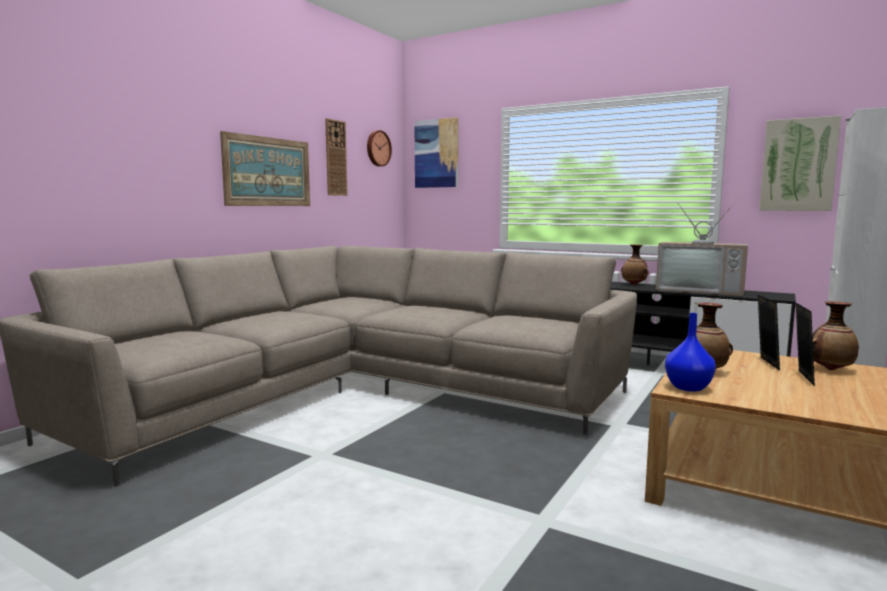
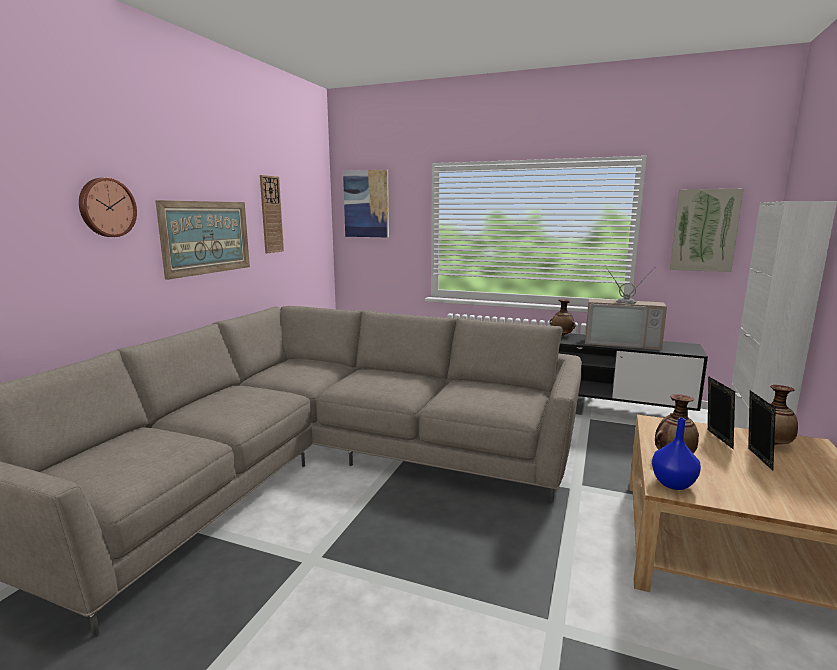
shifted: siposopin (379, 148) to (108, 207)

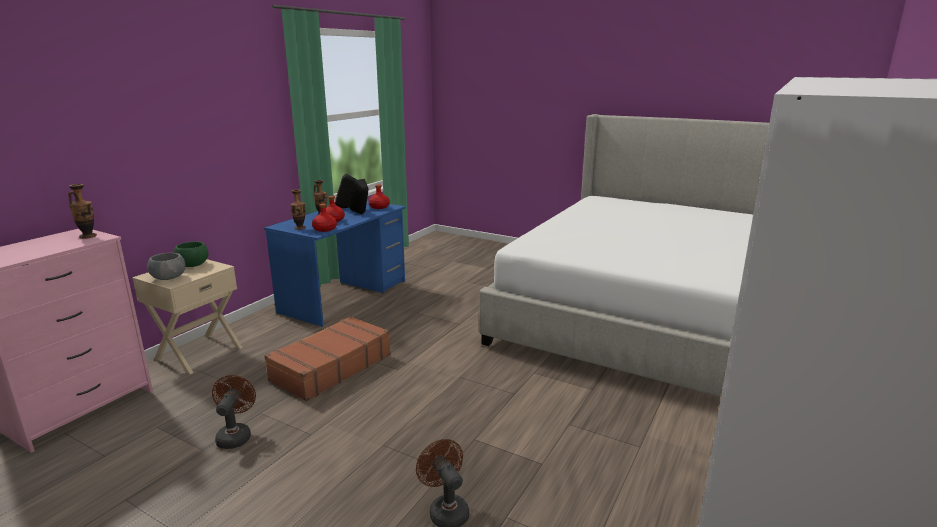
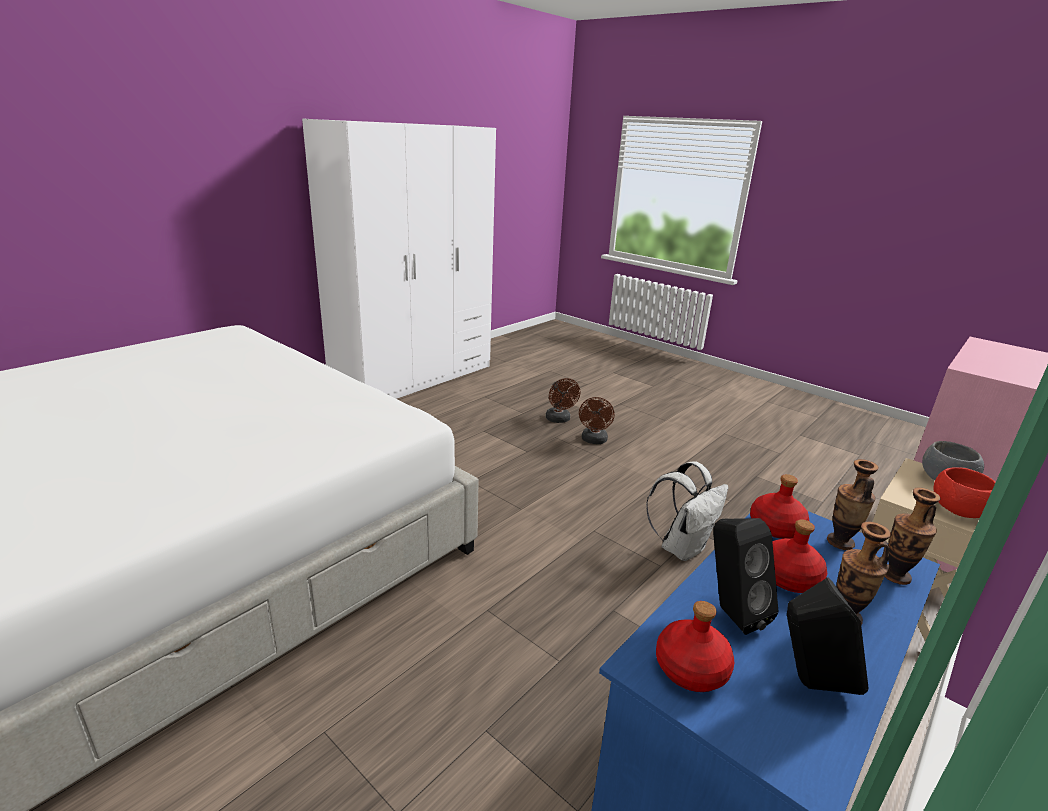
shifted: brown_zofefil (234, 412) to (597, 420); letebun (82, 211) to (913, 536)
swapped: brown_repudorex (327, 358) to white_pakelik (687, 511)
repainted: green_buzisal (191, 254) to red_buzisal (964, 492)

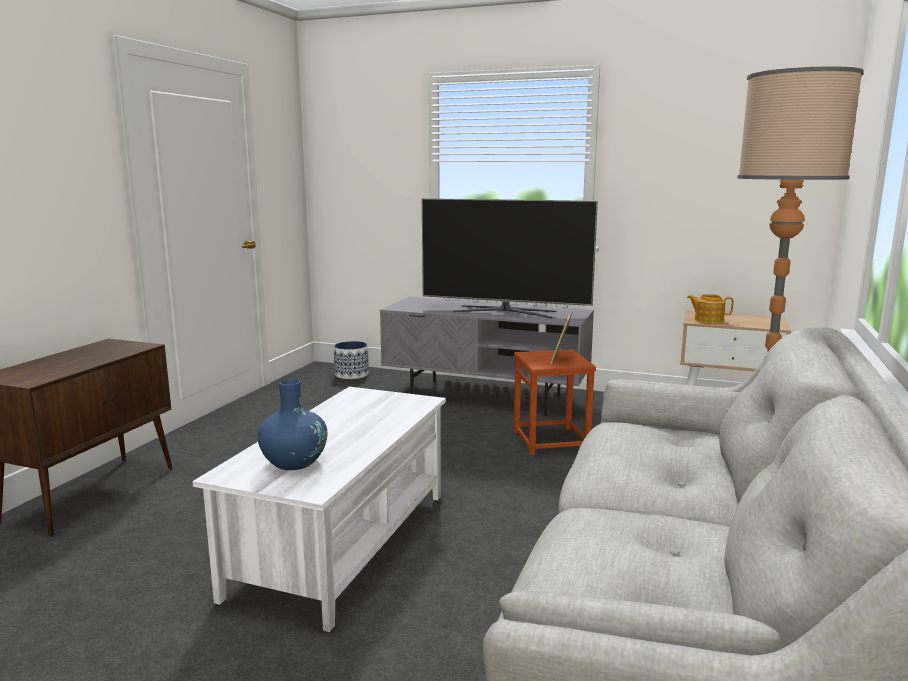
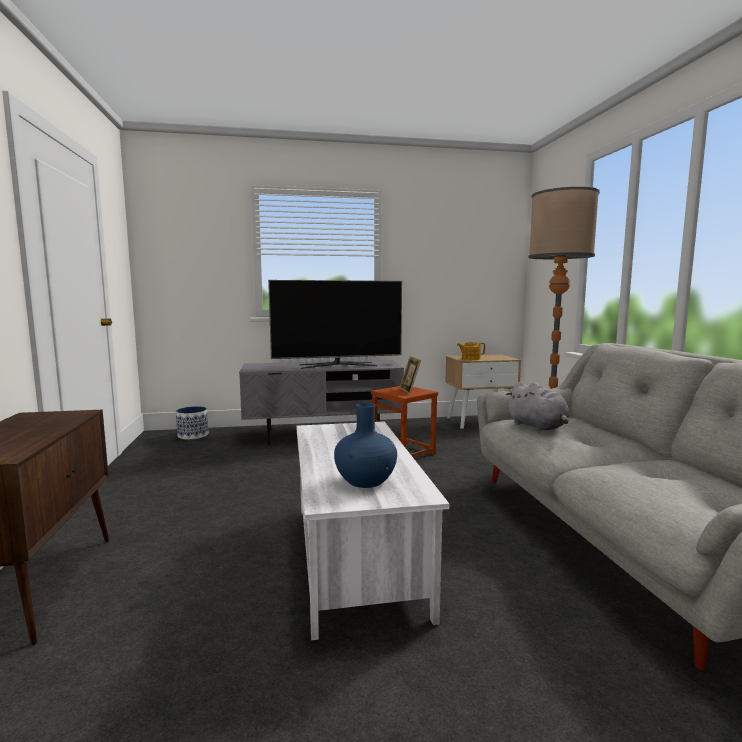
new: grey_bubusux (537, 406)

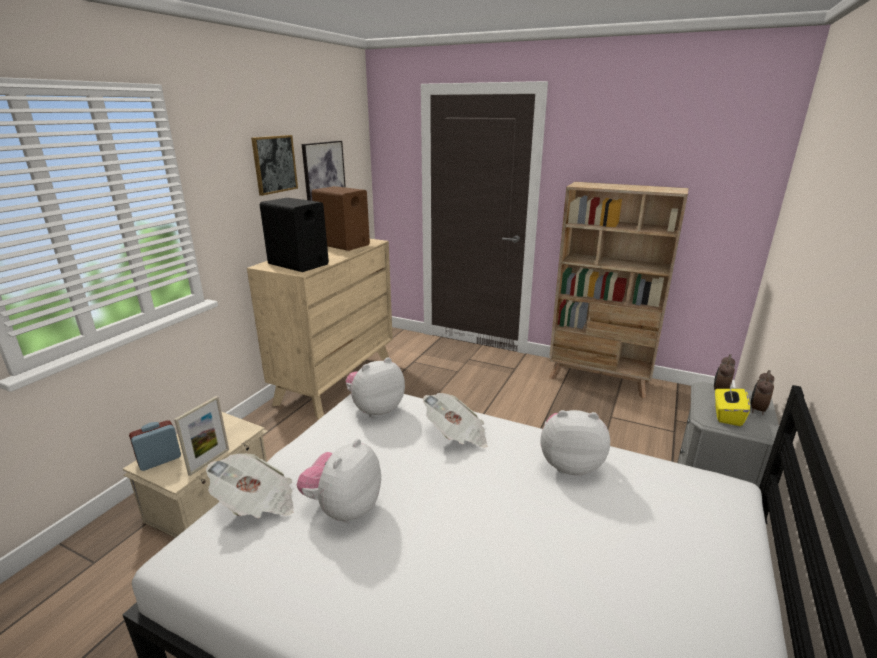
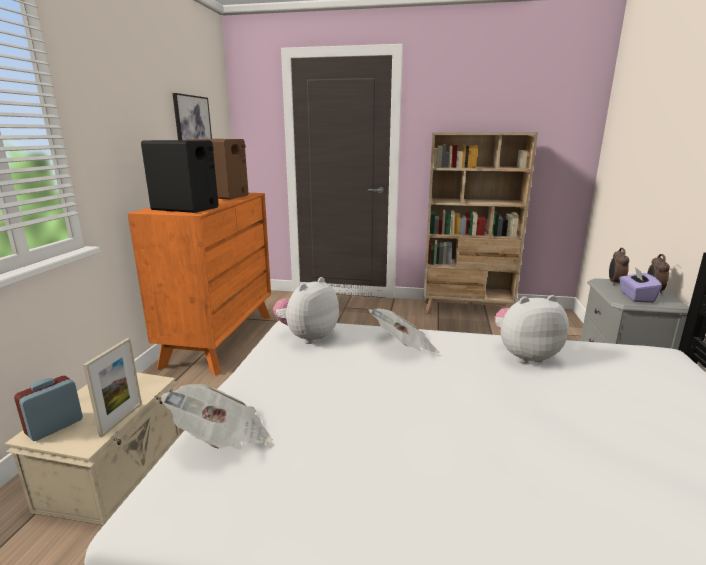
gone: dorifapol (274, 165); bubusux (339, 481)
repainted: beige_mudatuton (320, 329) to orange_mudatuton (199, 284); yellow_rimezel (732, 405) to purple_rimezel (640, 285)

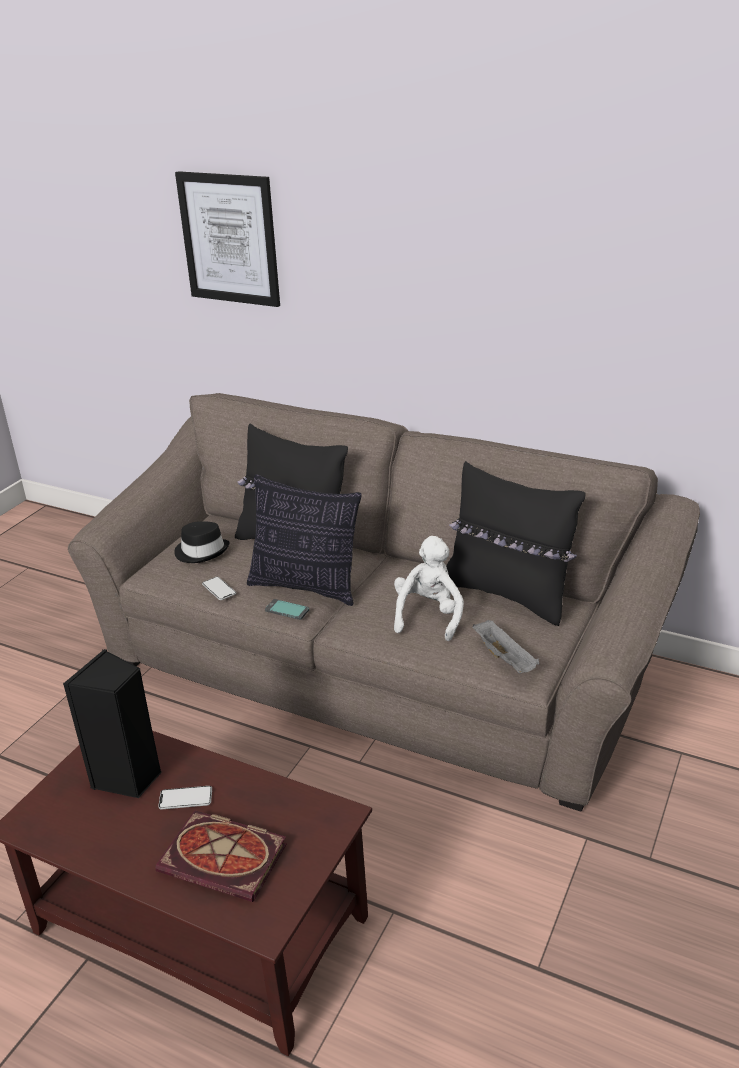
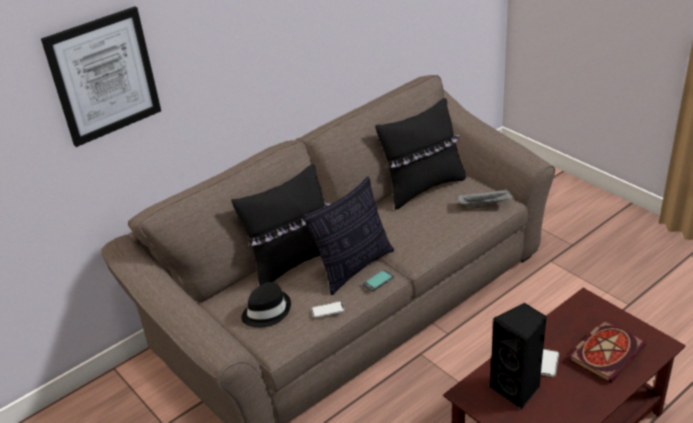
gone: white_bubusux (429, 588)

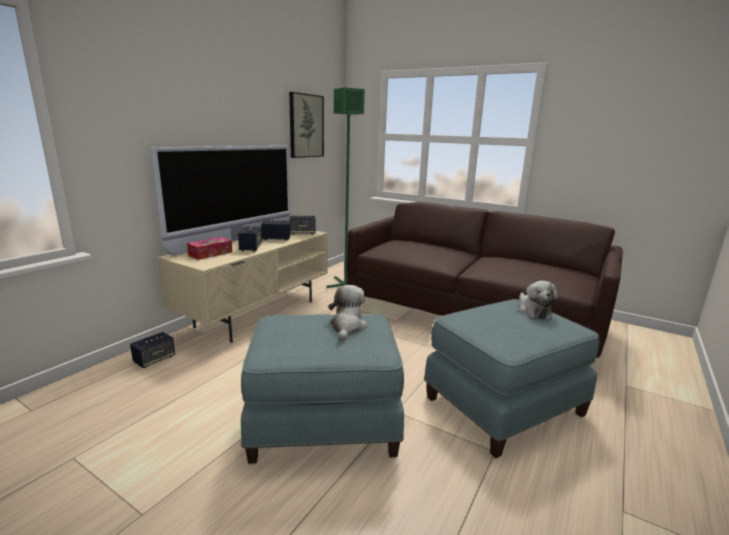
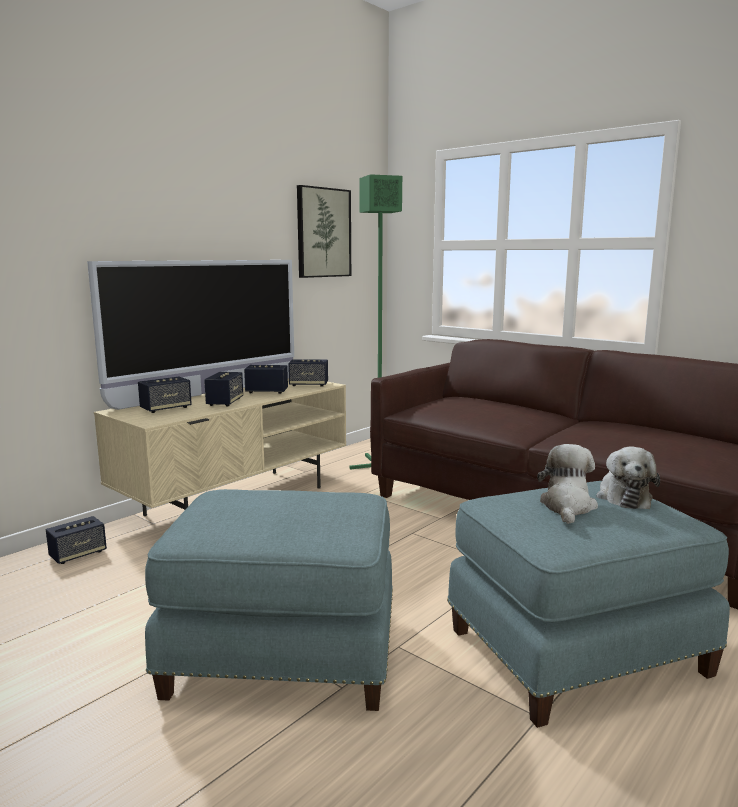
shifted: bubusux (348, 313) to (567, 484)
swapped: rimezel (209, 248) to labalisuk (165, 395)

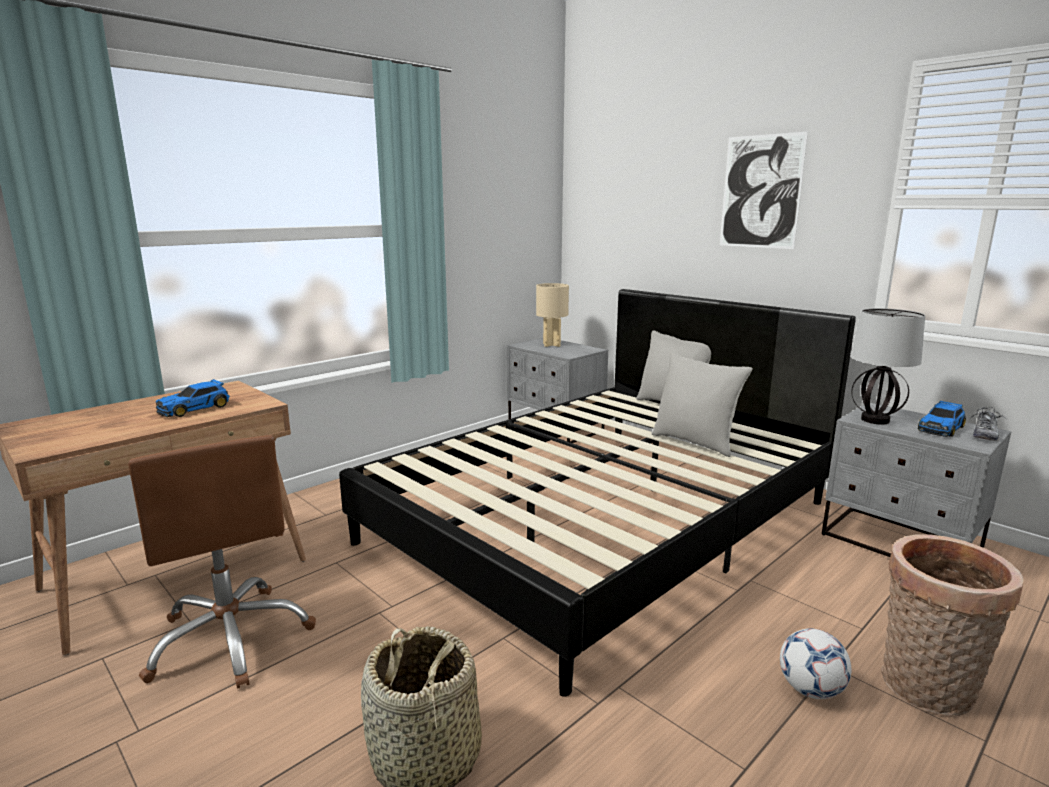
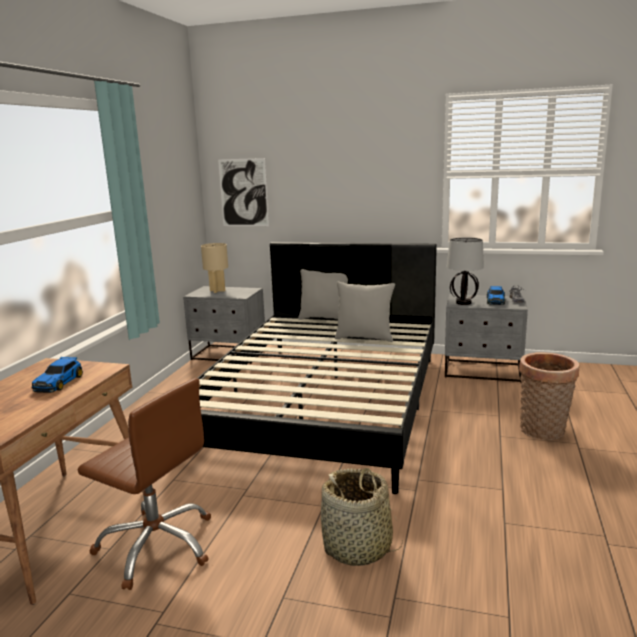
gone: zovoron (815, 663)
shifted: dorifapol (764, 190) to (243, 192)

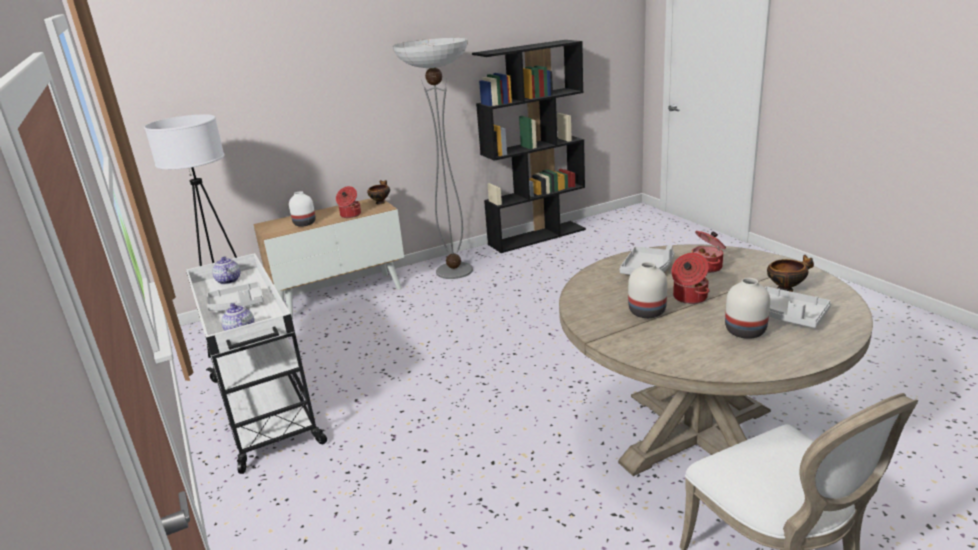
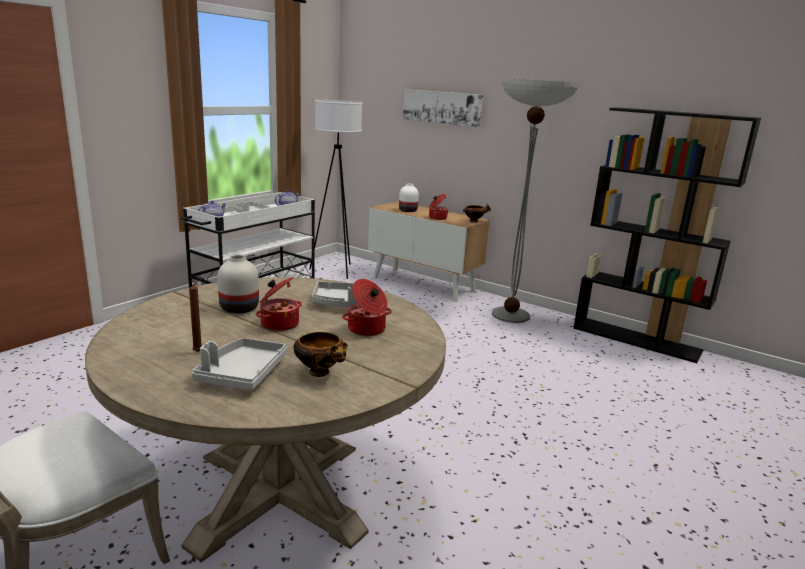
new: dorifapol (443, 108)
swapped: white_letebun (747, 308) to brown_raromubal (195, 315)

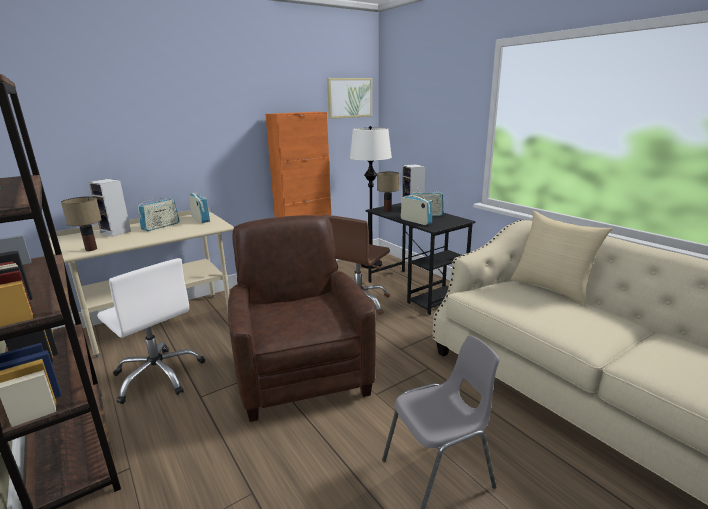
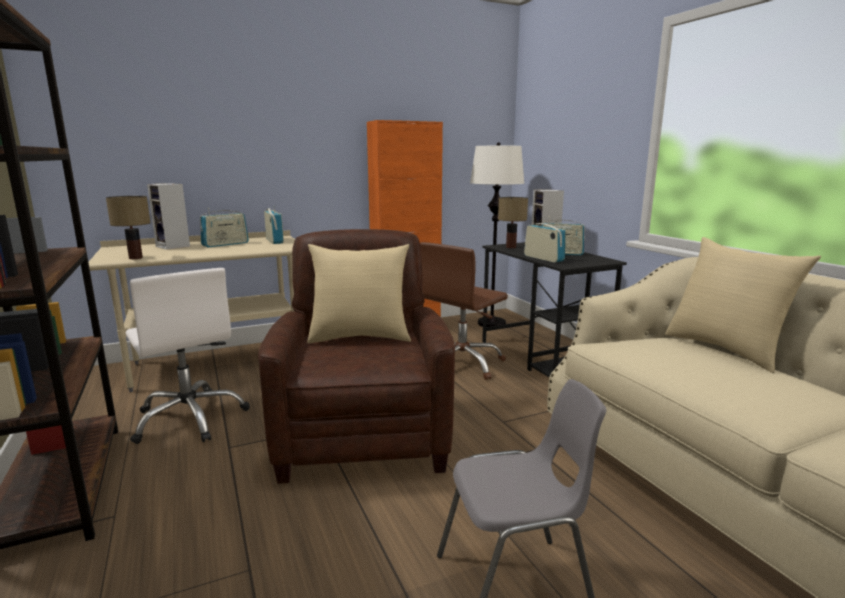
gone: dorifapol (349, 98)
new: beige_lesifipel (359, 293)

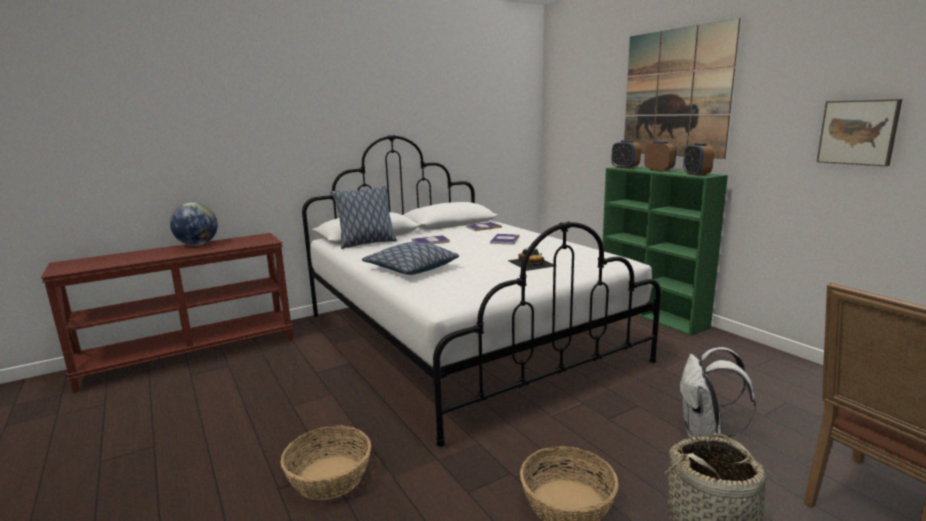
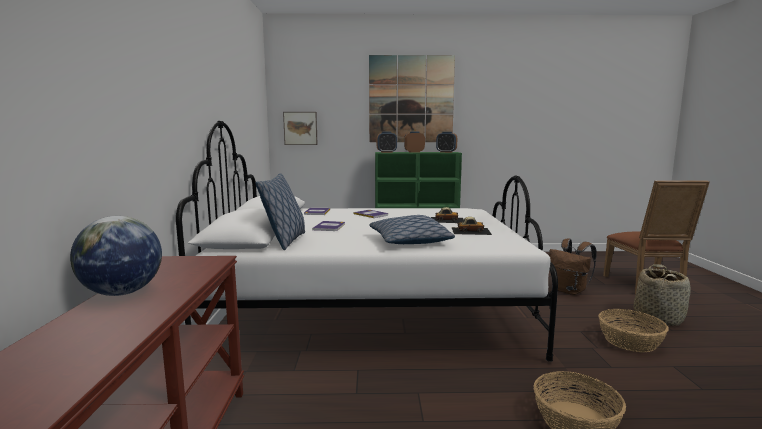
new: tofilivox (472, 226)
shifted: dorifapol (859, 132) to (300, 128)
repainted: white_pakelik (717, 392) to brown_pakelik (573, 266)

